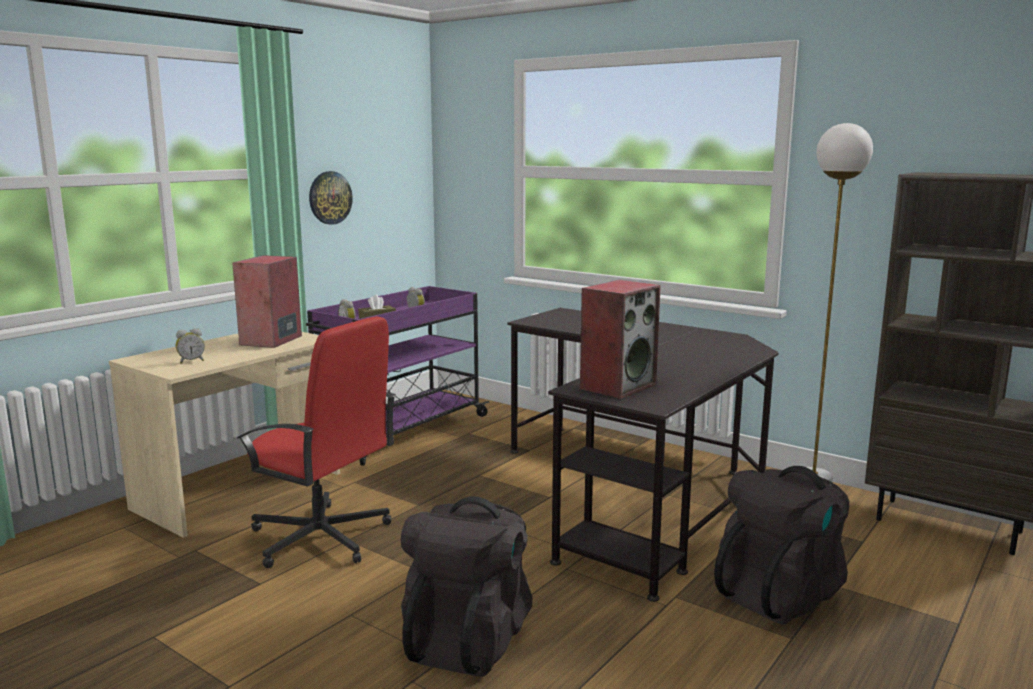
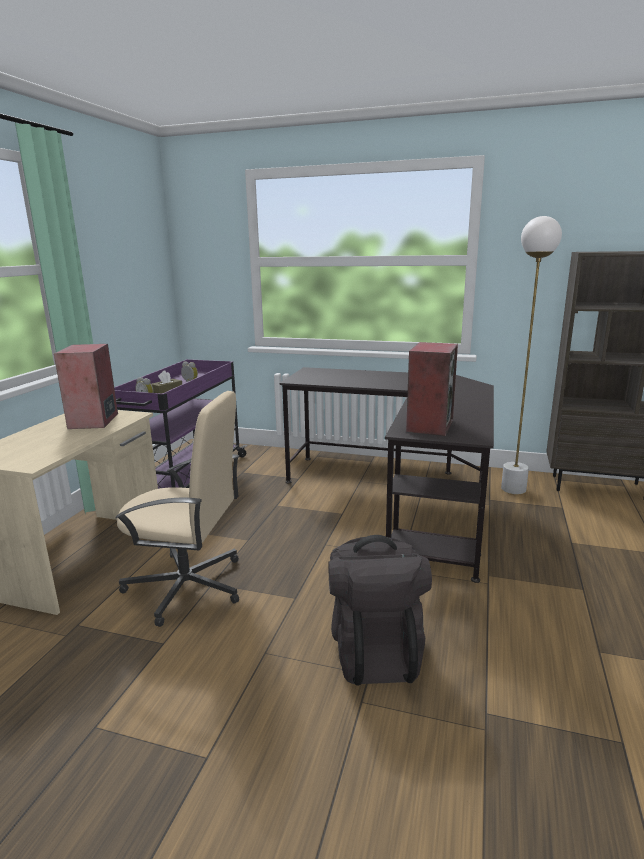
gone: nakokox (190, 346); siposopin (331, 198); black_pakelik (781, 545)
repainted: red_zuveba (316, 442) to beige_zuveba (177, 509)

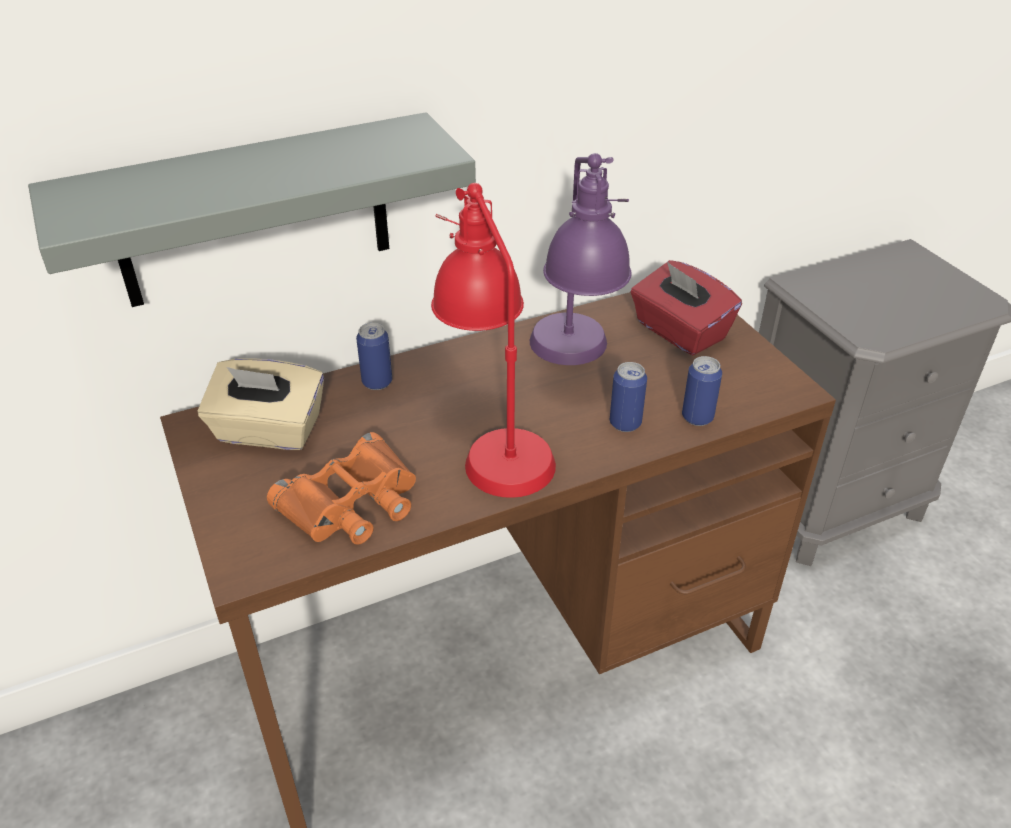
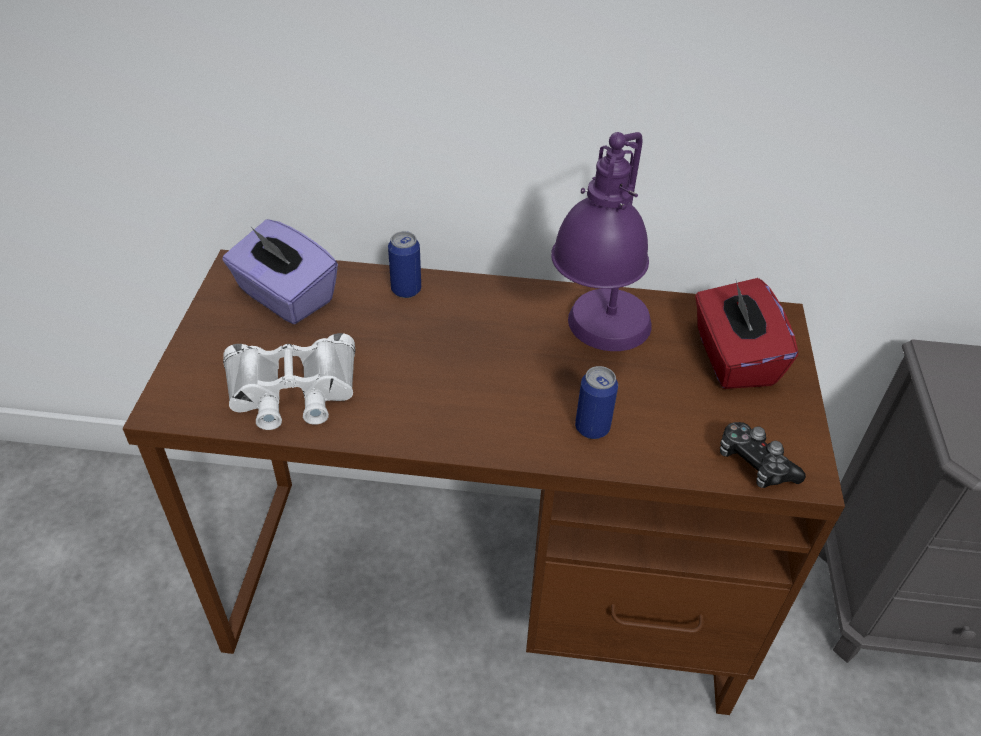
gone: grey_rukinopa (252, 209); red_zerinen (493, 340); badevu (702, 391)
new: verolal (763, 455)
repainted: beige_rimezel (261, 404) to purple_rimezel (280, 272); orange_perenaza (341, 488) to white_perenaza (289, 381)

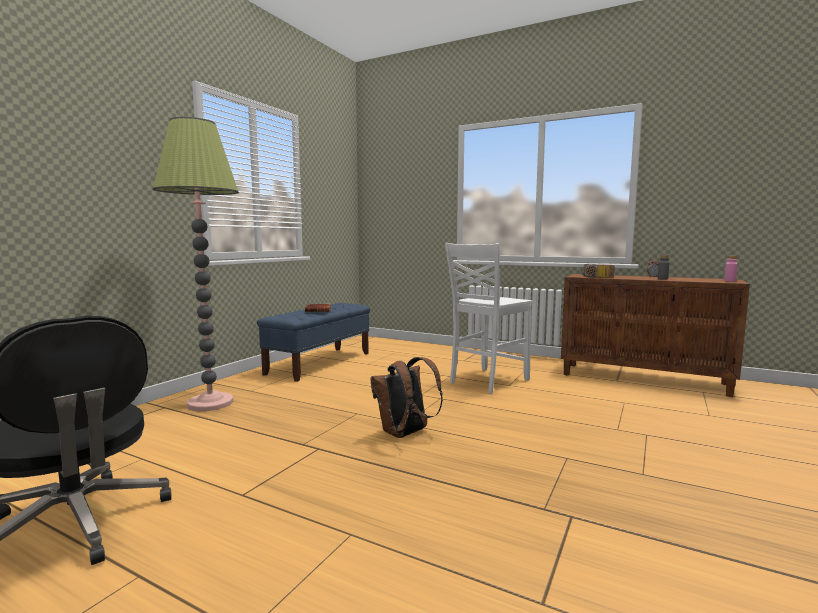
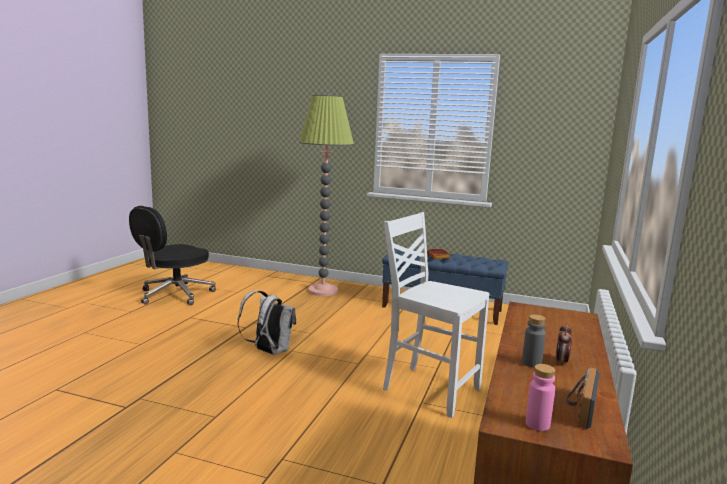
shifted: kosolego (598, 271) to (583, 398)
repainted: brown_pakelik (406, 397) to white_pakelik (267, 322)

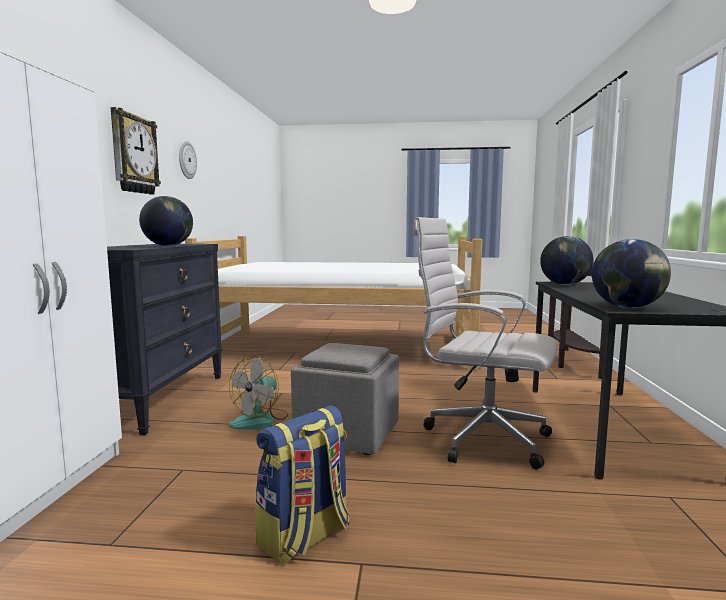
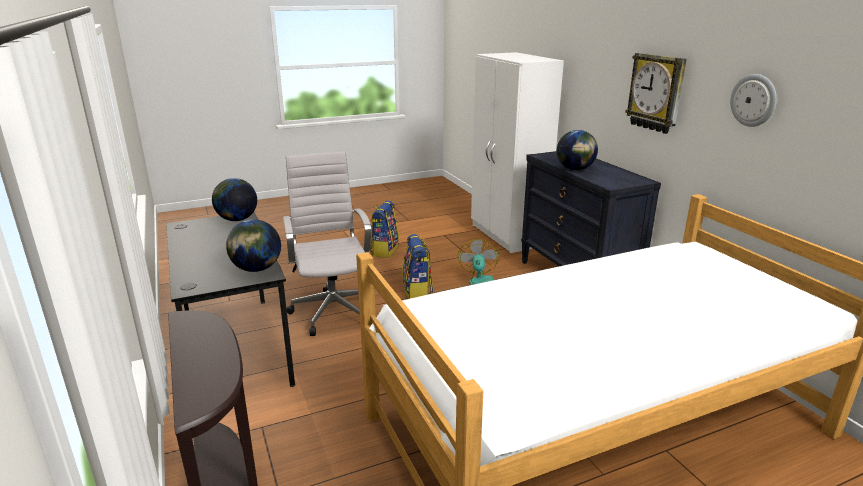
swapped: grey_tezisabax (345, 399) to pakelik (417, 266)
rotated: white_zuveba (484, 343) = (327, 244) 105 degrees counterclockwise

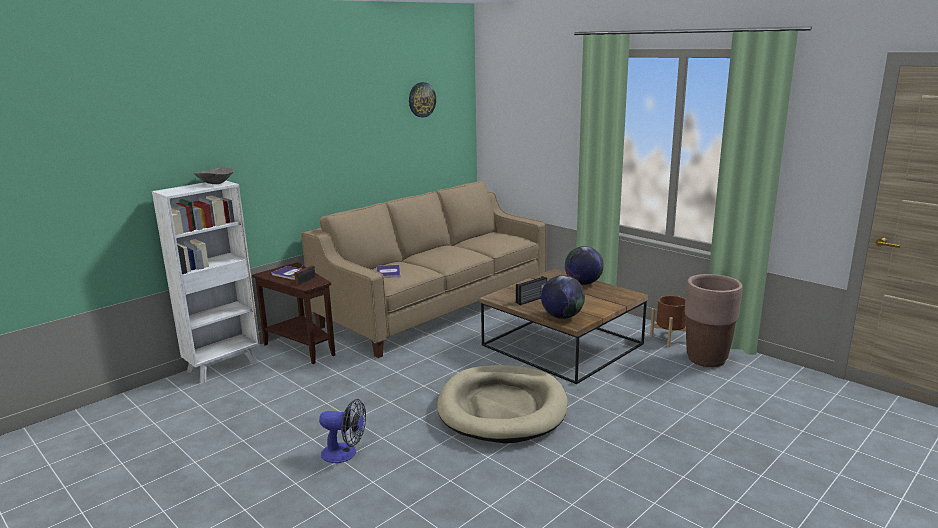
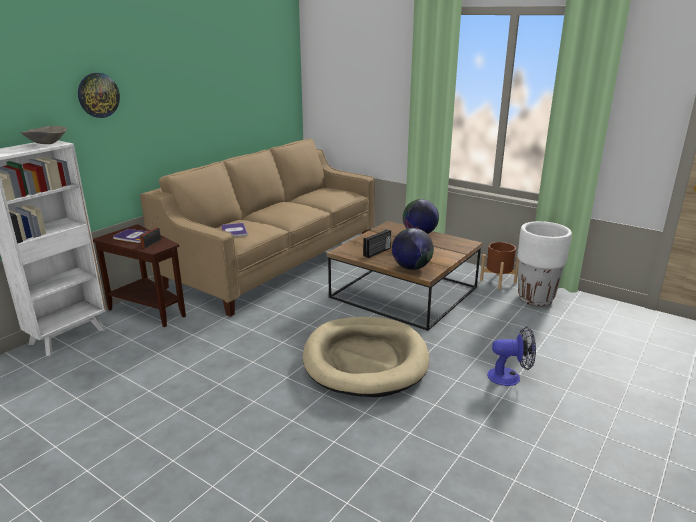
shifted: siposopin (422, 100) to (99, 95); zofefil (342, 431) to (511, 356)
repainted: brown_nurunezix (714, 320) to white_nurunezix (545, 263)

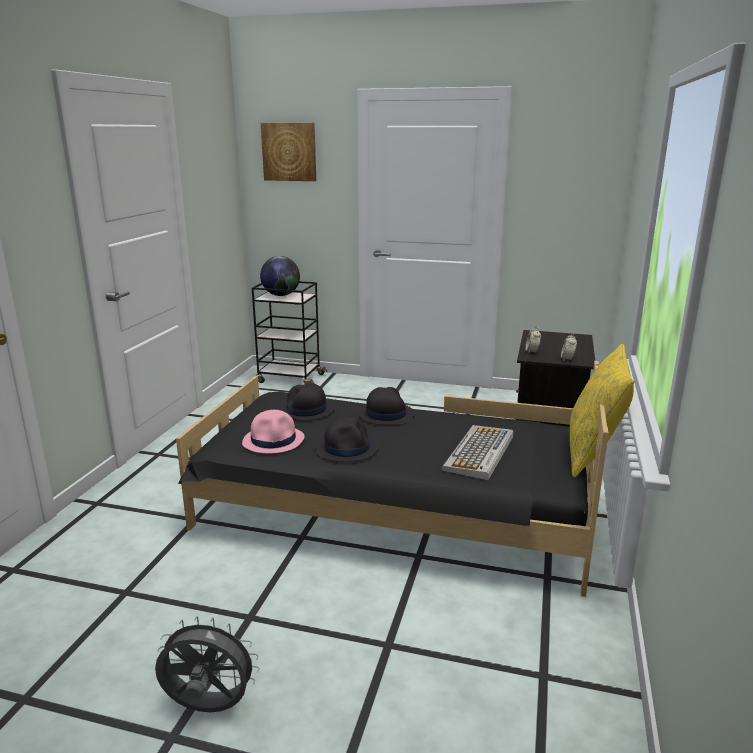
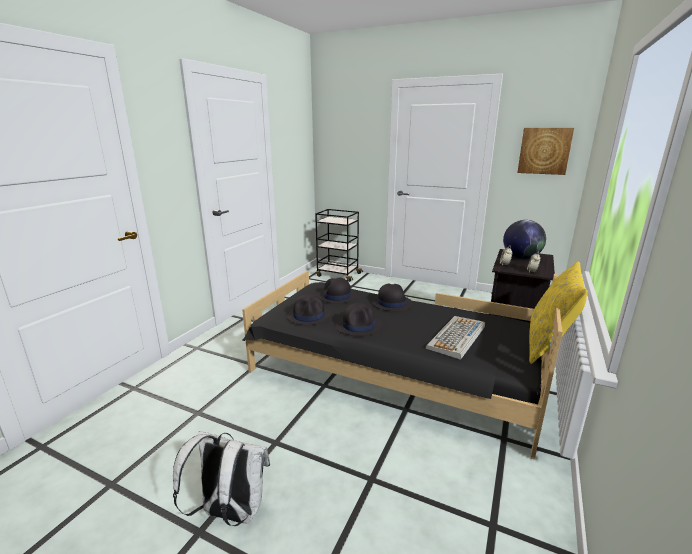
shifted: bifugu (280, 276) to (524, 239); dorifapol (288, 152) to (545, 151)
swapped: grey_zofefil (207, 664) to white_pakelik (221, 478)
repainted: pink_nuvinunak (273, 432) to black_nuvinunak (309, 309)

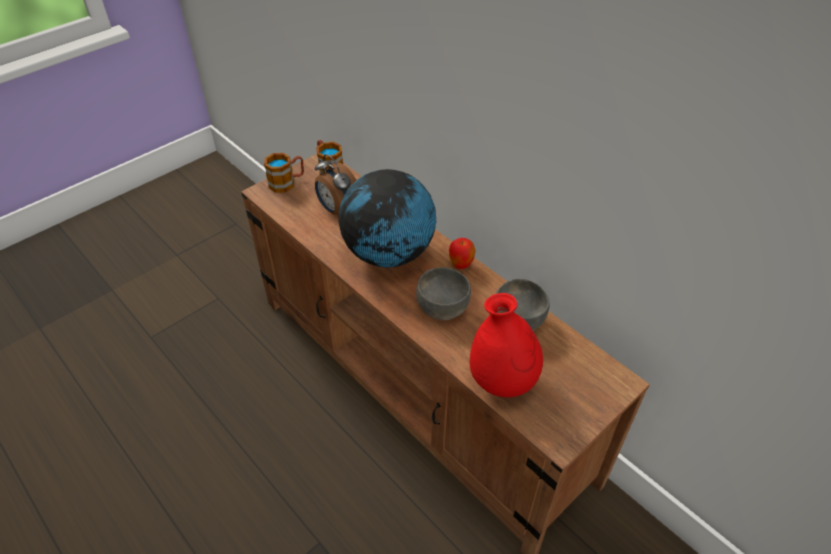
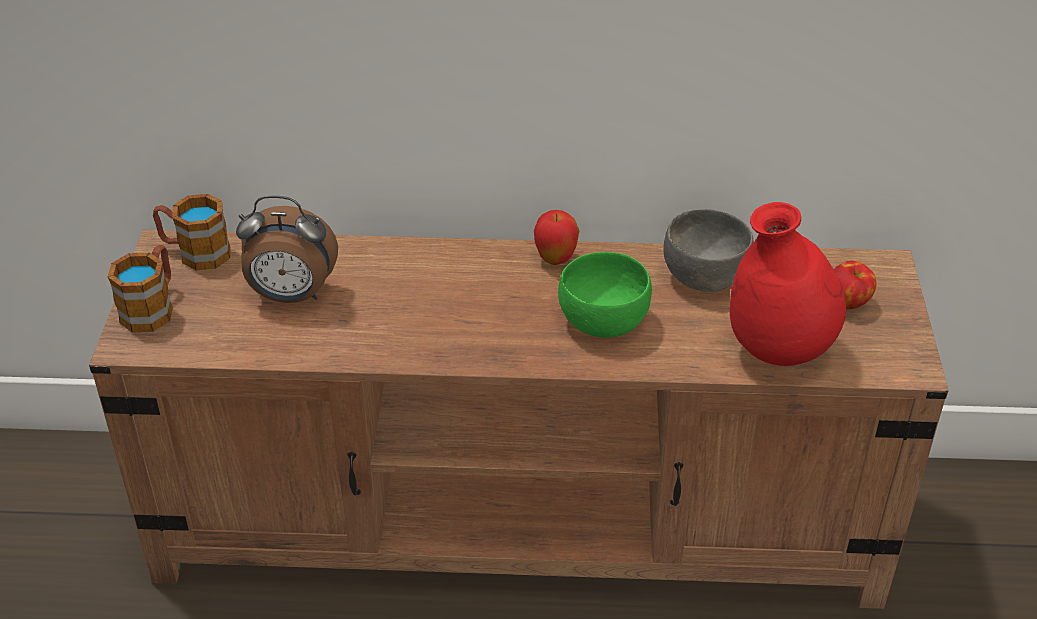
gone: bifugu (387, 218)
new: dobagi (855, 285)
repainted: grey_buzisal (443, 293) to green_buzisal (605, 295)

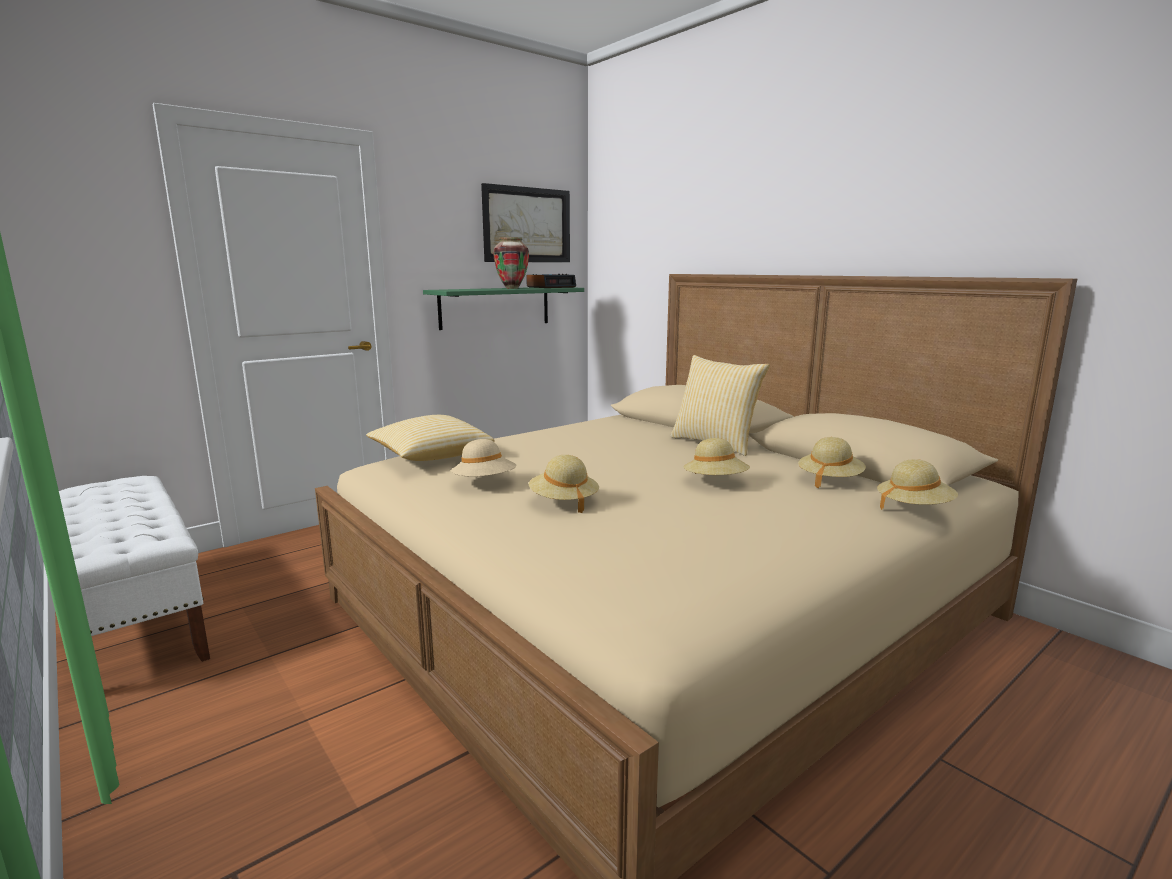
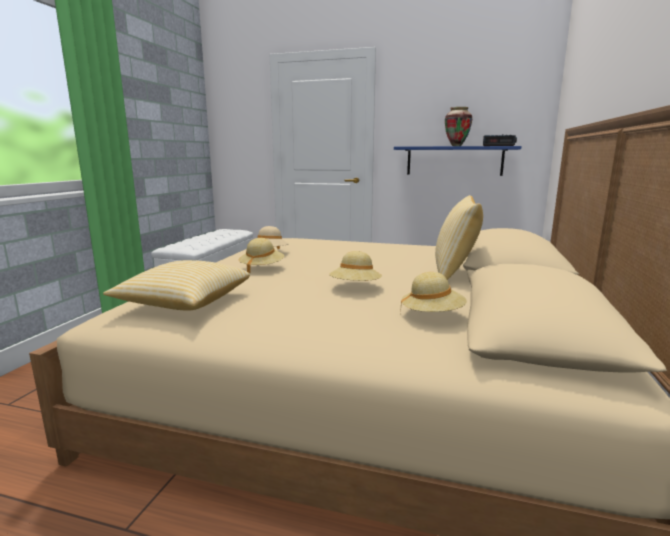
gone: dorifapol (525, 222); beige_nuvinunak (917, 484)
shifted: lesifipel (430, 438) to (176, 285)
repainted: green_rukinopa (503, 308) to blue_rukinopa (457, 161)

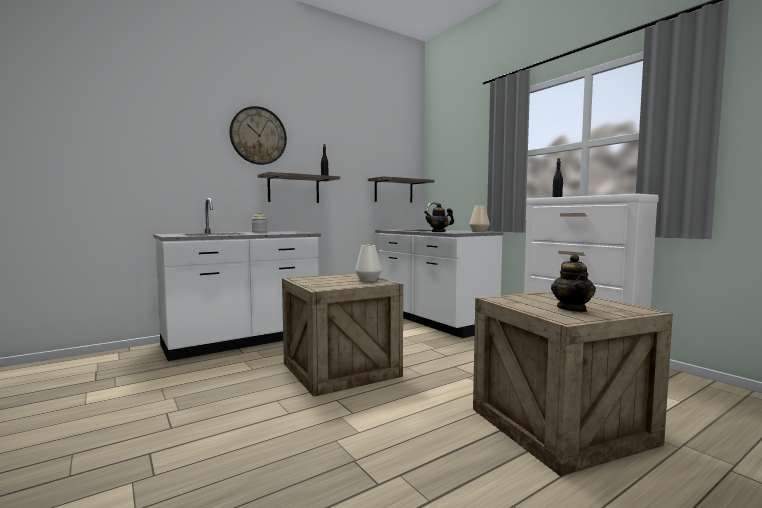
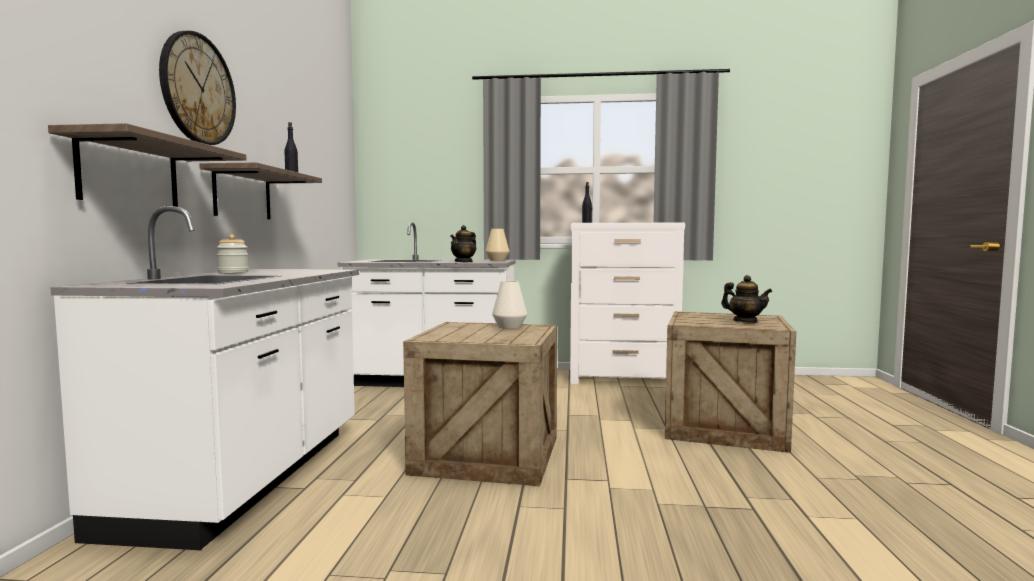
shifted: rukinopa (401, 189) to (147, 165)

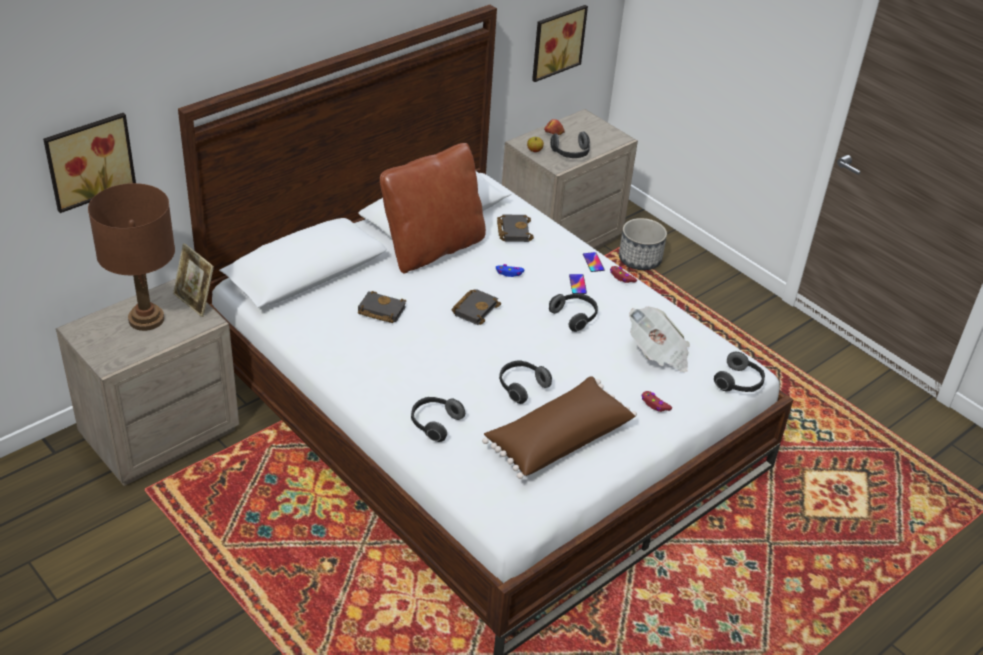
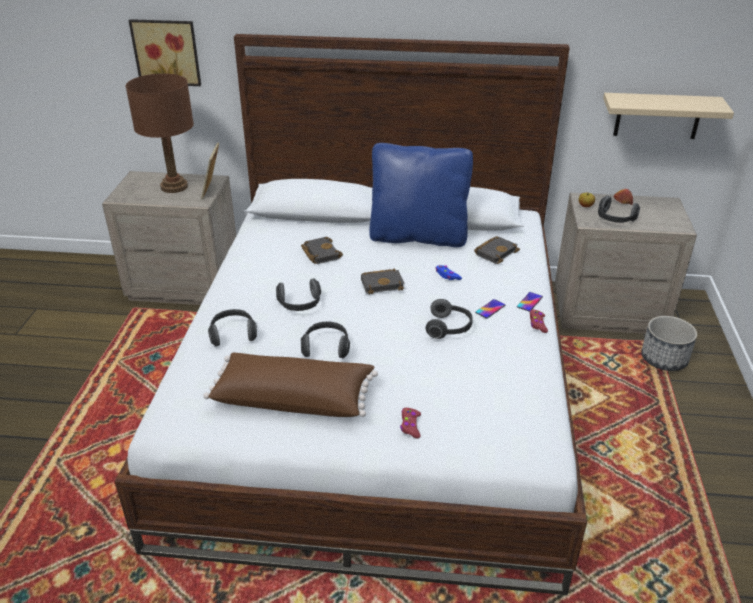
gone: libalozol (659, 339)
shifted: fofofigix (739, 372) to (298, 294)
swapped: dorifapol (560, 43) to beige_rukinopa (668, 116)
repainted: brown_lesifipel (433, 208) to blue_lesifipel (421, 195)

